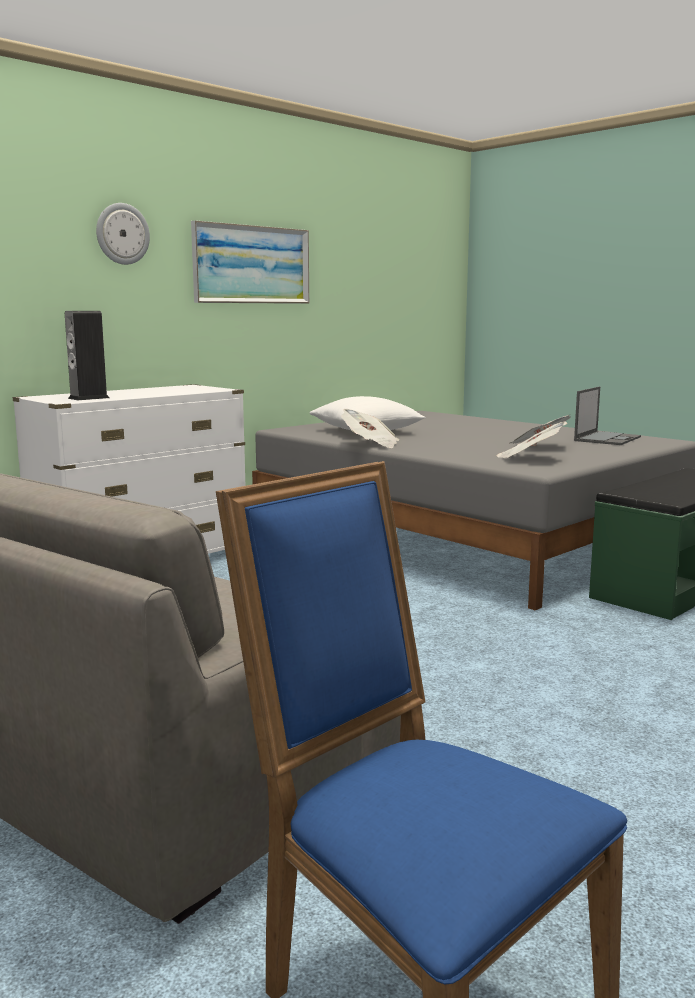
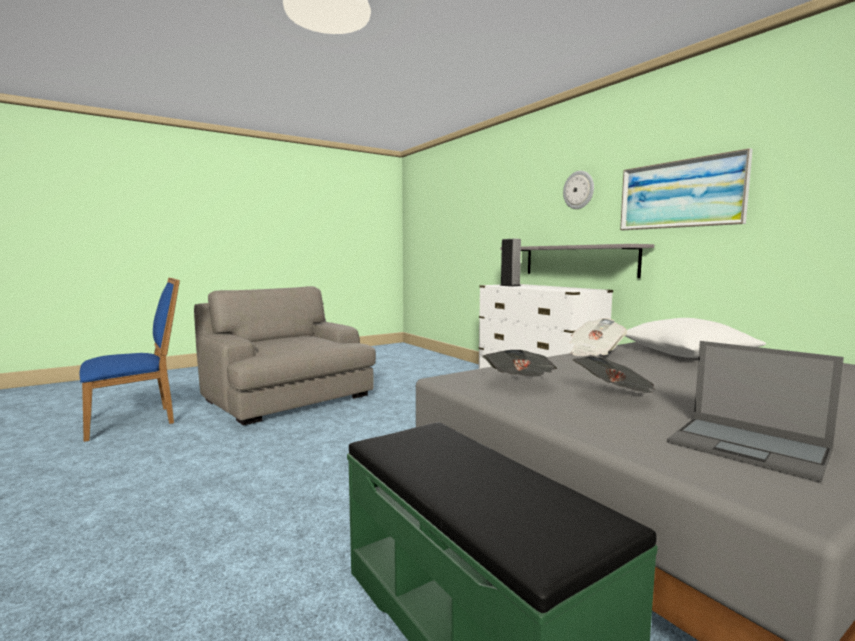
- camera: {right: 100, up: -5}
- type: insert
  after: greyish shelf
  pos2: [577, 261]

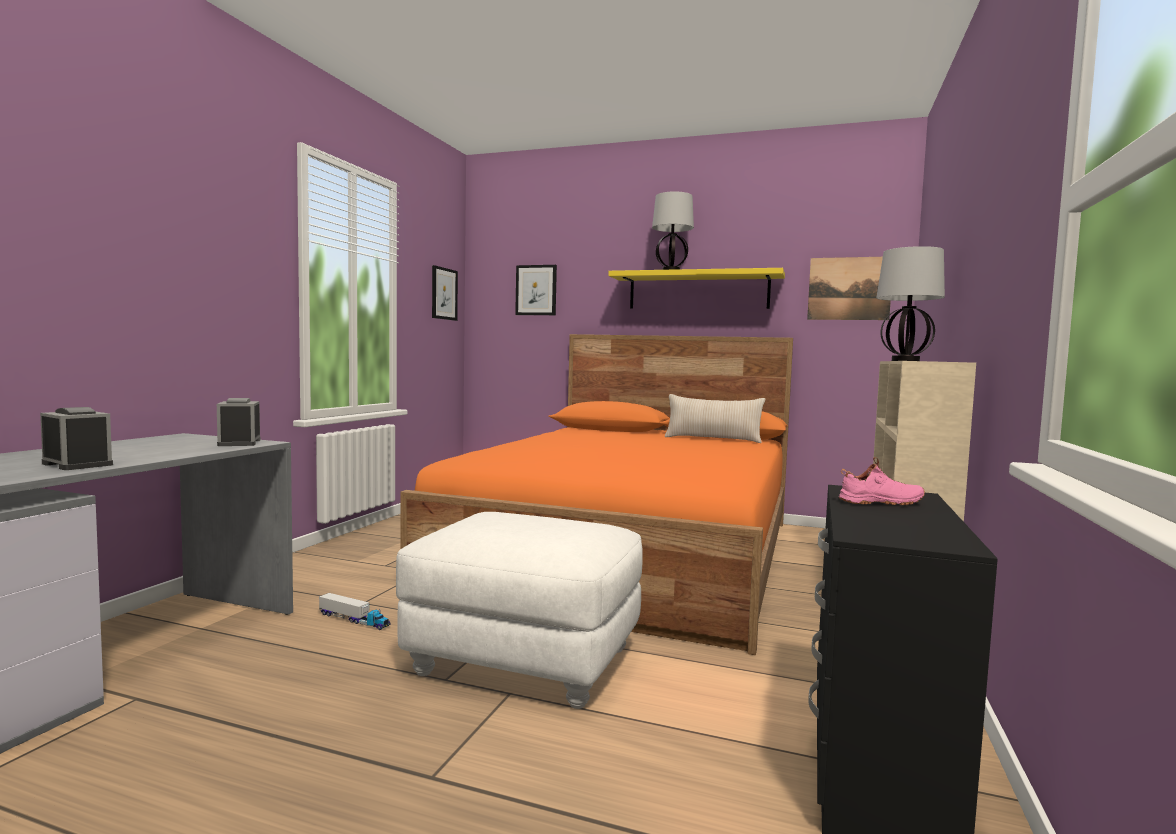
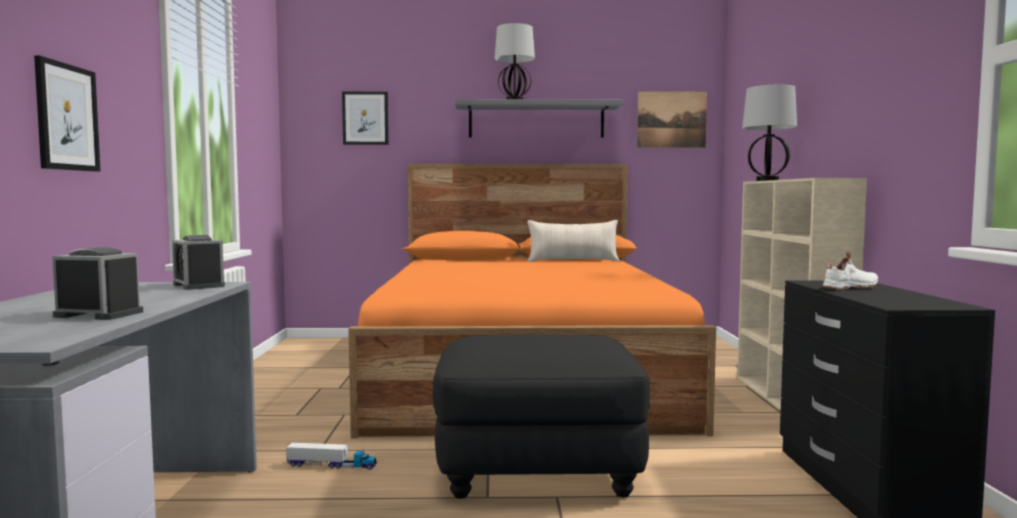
- camera: {right: -20, up: 0}
- type: move
  before: wall art
  pos1: [445, 293]
  pos2: [67, 114]
- type: recolor
  before: white-coloured pouffe
  after: black pouffe
  pos1: [519, 610]
  pos2: [541, 417]
- type: recolor
  before: yellow shelf
  after: greyish shelf
  pos1: [696, 288]
  pos2: [538, 118]
- type: recolor
  before: pink shoe
  after: white-coloured shoe
  pos1: [882, 481]
  pos2: [850, 271]

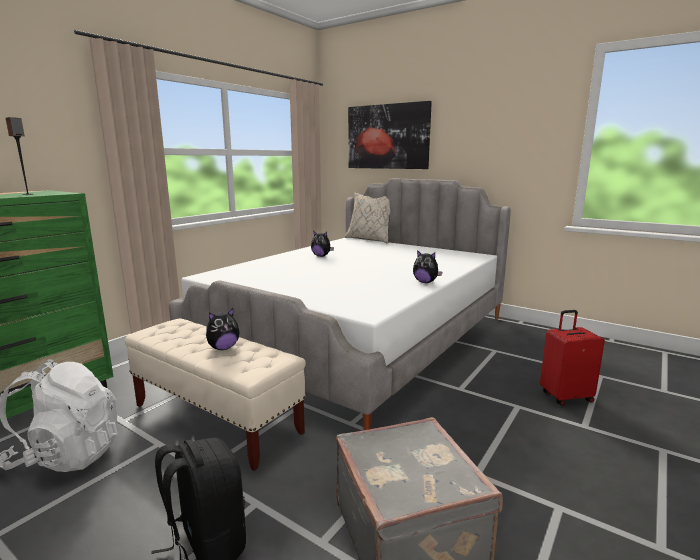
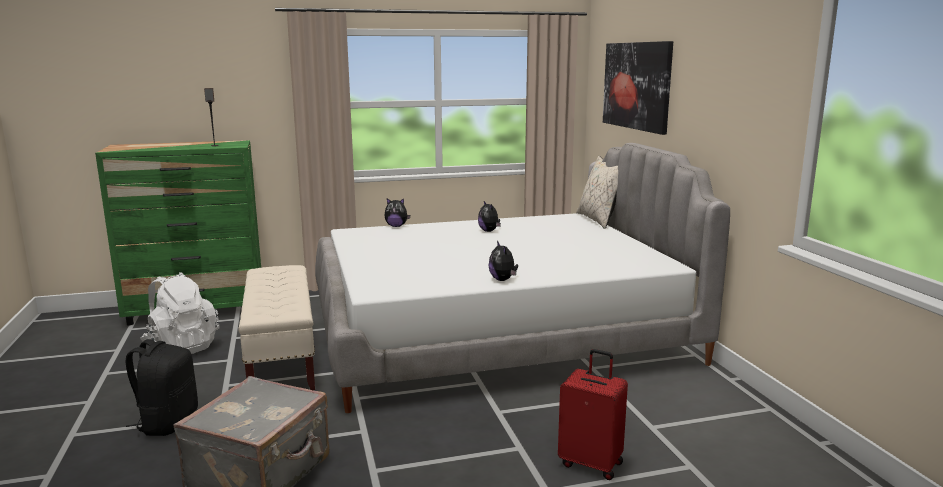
- camera: {right: 40, up: 0}
- type: move
  before: cuddly toy
  pos1: [223, 329]
  pos2: [397, 212]

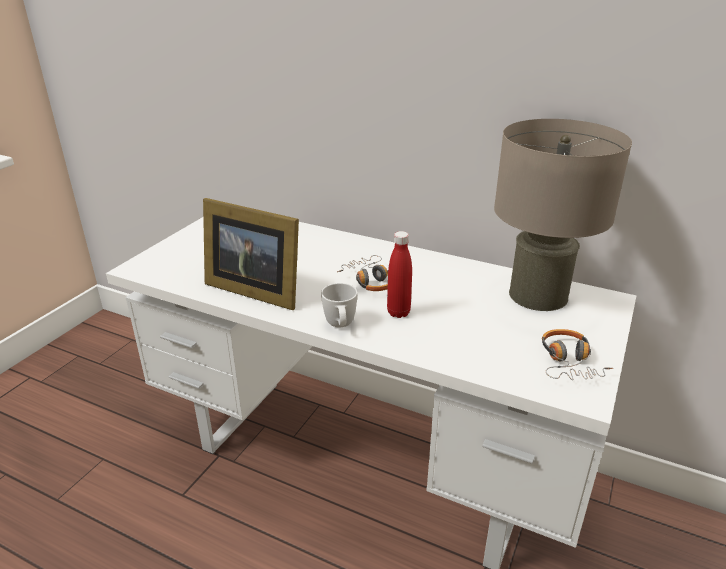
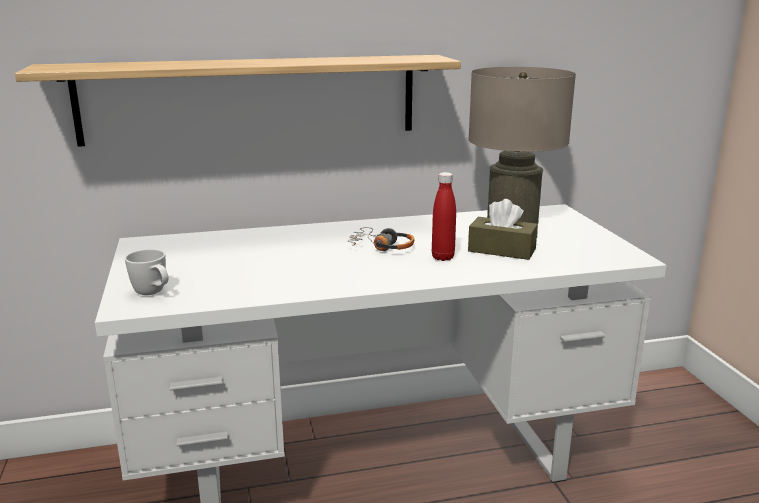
- camera: {right: -40, up: -10}
- type: insert
  after: shelf
  pos2: [238, 101]
- type: move
  before: white-coloured mug
  pos1: [339, 305]
  pos2: [146, 272]
- type: insert
  after: brownish tissue box
  pos2: [503, 229]
- type: delete
  before: picture frame
  pos1: [251, 254]
- type: delete
  before: headset
  pos1: [577, 354]

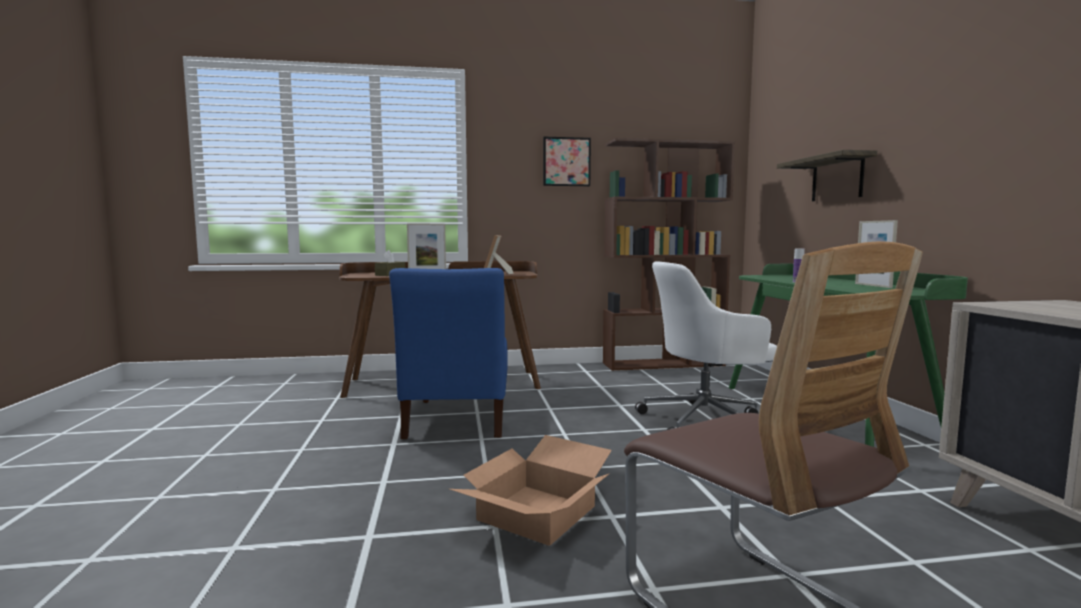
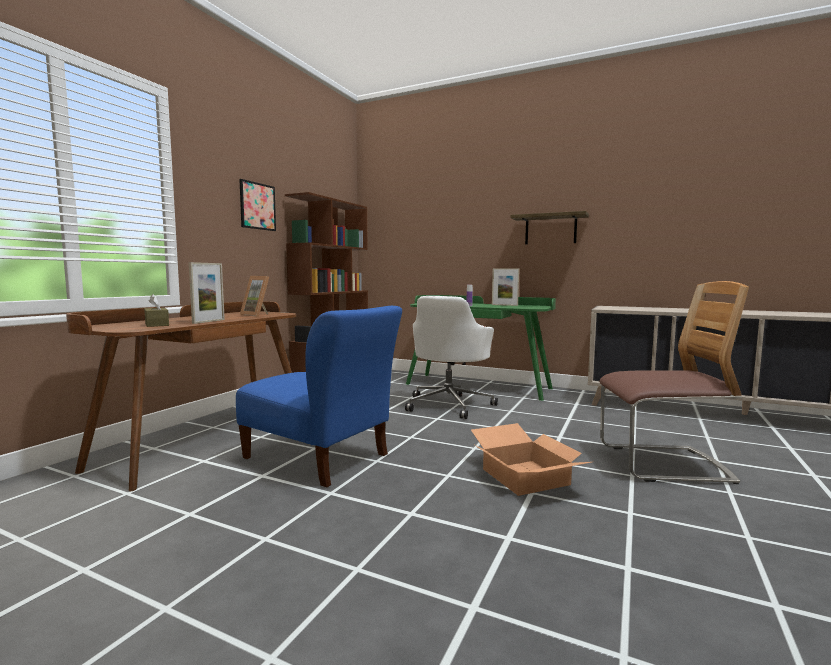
- camera: {right: -55, up: 0}
- type: move
  before: shelf
  pos1: [827, 175]
  pos2: [549, 227]

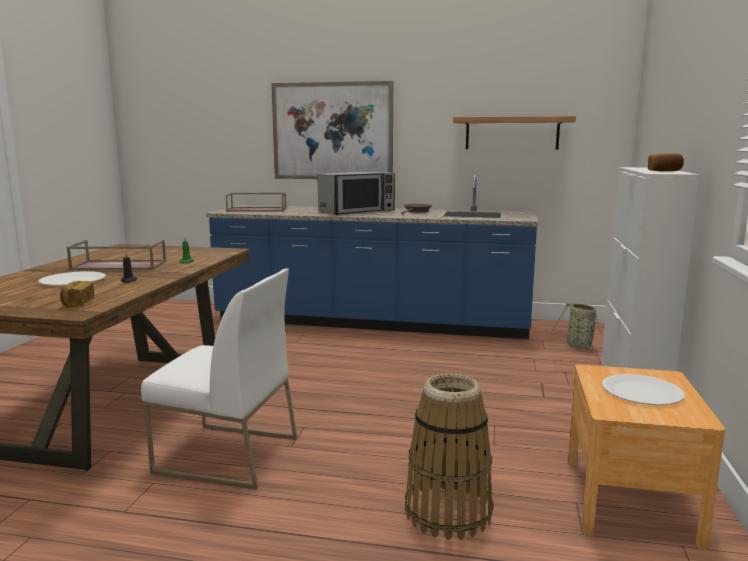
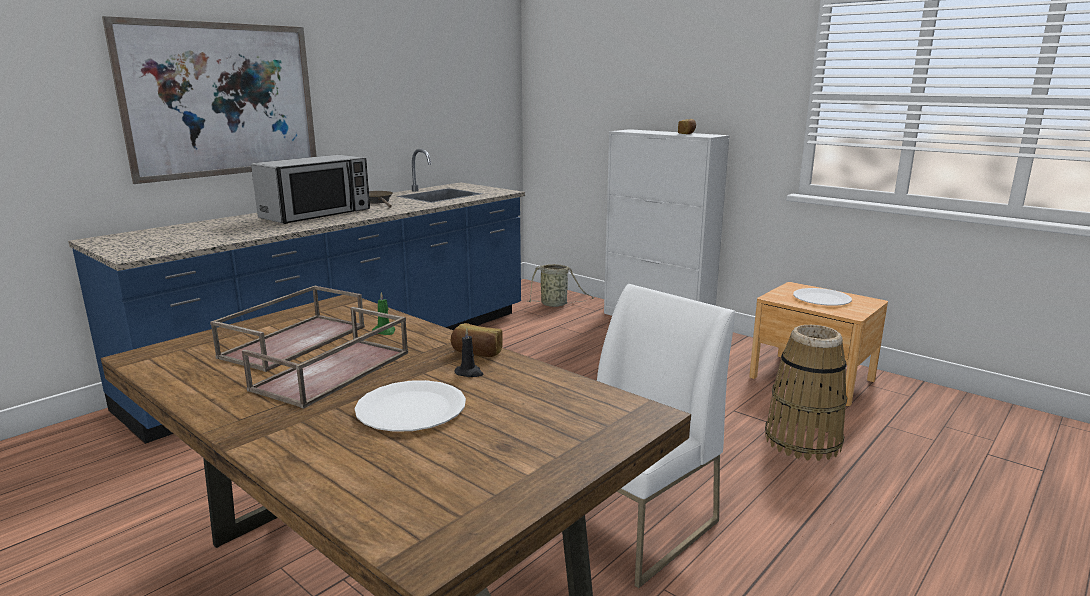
- camera: {right: -60, up: 5}
- type: move
  before: brownish tray
  pos1: [256, 202]
  pos2: [287, 329]
- type: rotate
  before: microwave oven
  pos1: [356, 193]
  pos2: [310, 189]
  turn: 45
- type: move
  before: bread
  pos1: [77, 294]
  pos2: [477, 340]
- type: delete
  before: shelf
  pos1: [514, 133]

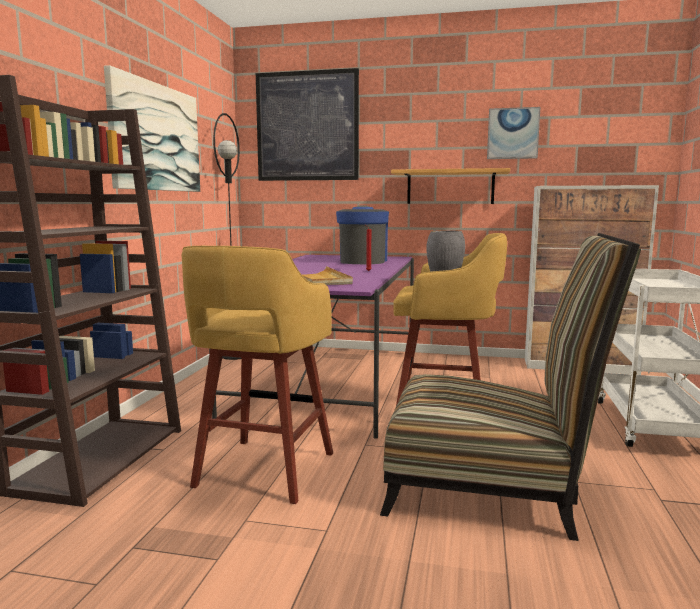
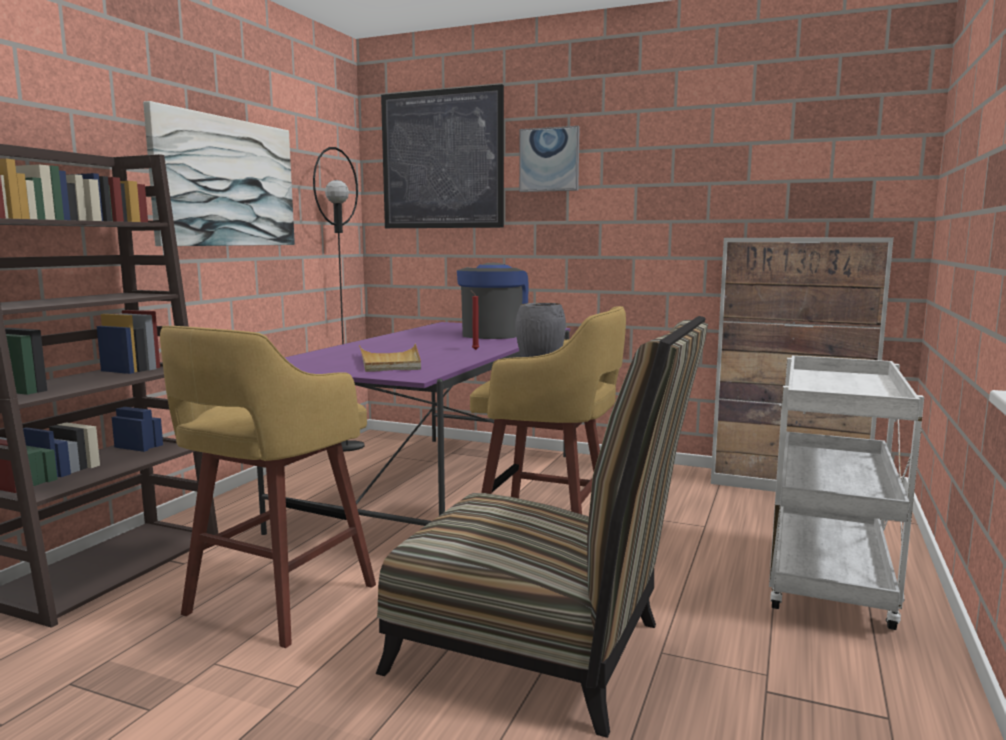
- camera: {right: 10, up: 0}
- type: move
  before: wall art
  pos1: [514, 133]
  pos2: [549, 159]
- type: delete
  before: shelf
  pos1: [450, 186]

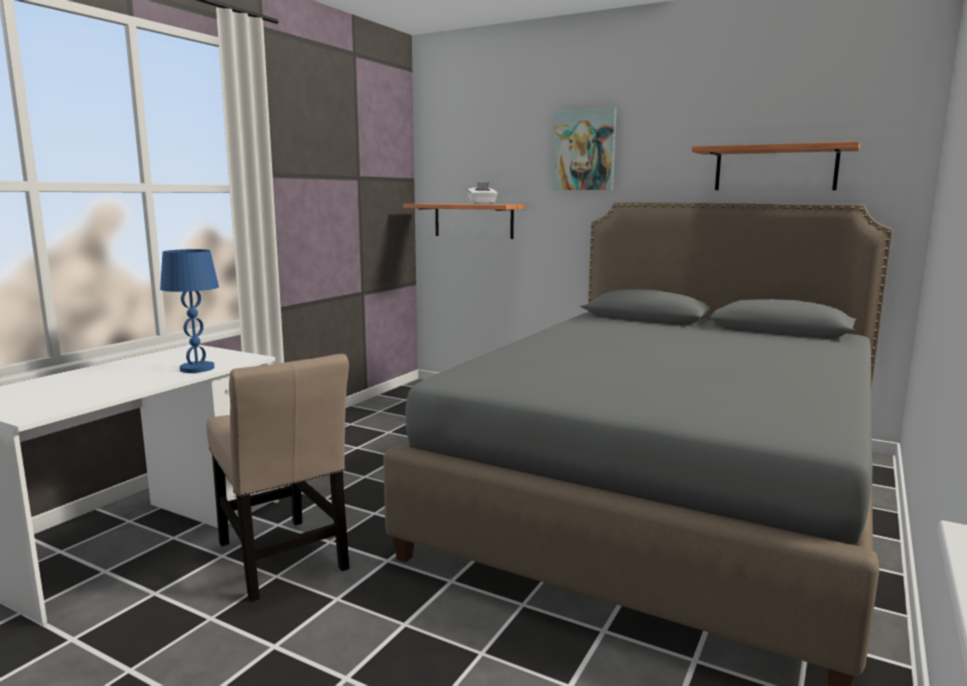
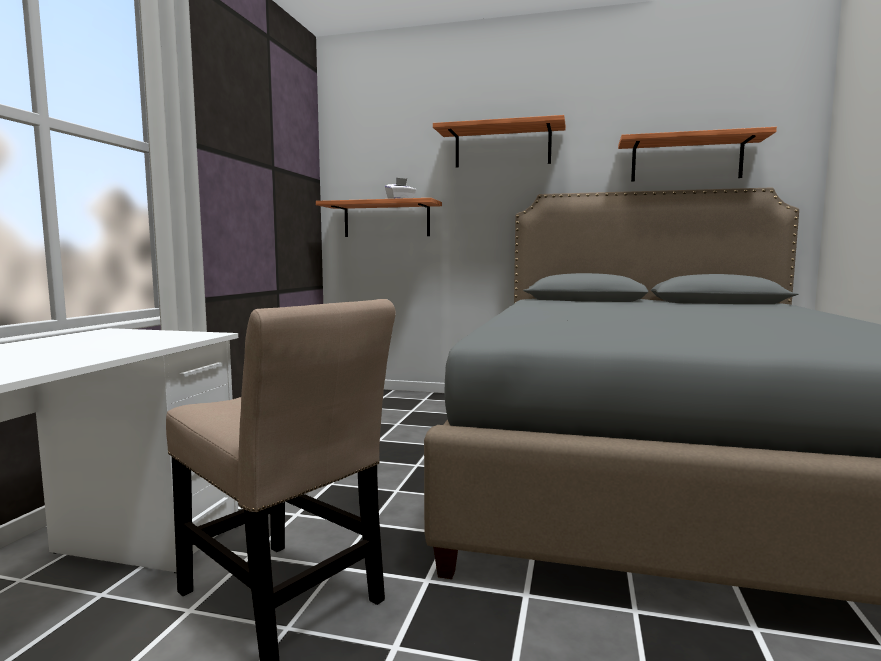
- camera: {right: -15, up: -5}
- type: replace
  before: wall art
  after: shelf
  pos1: [585, 148]
  pos2: [499, 141]
- type: delete
  before: blue lamp for a table
  pos1: [189, 311]

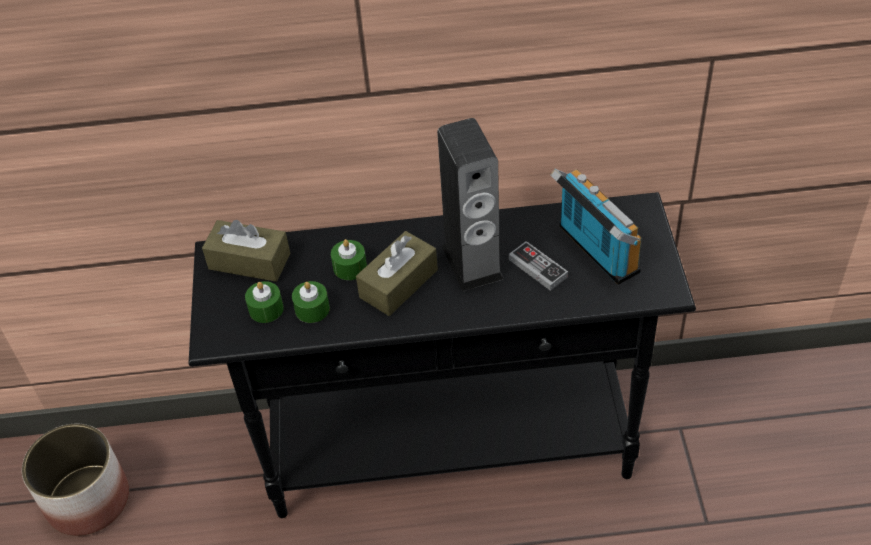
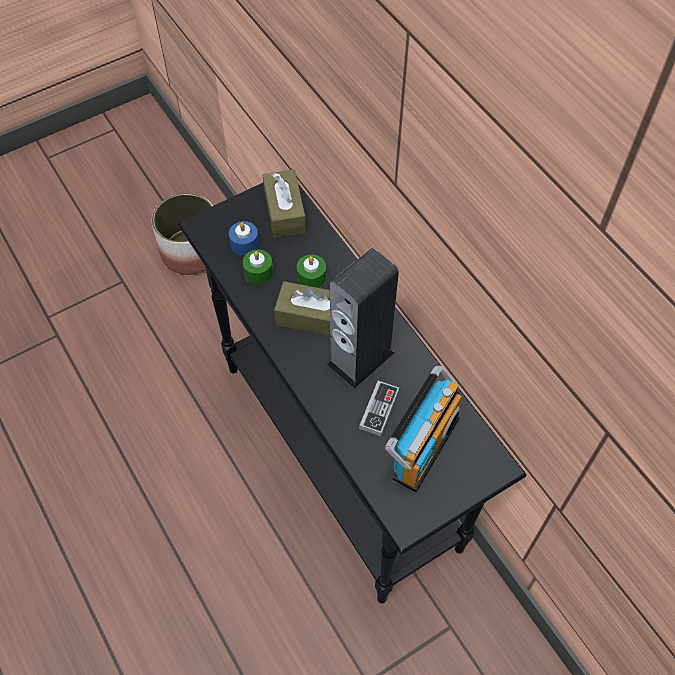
- camera: {right: 60, up: 10}
- type: recolor
  before: green wax light
  after: blue wax light
  pos1: [264, 302]
  pos2: [244, 238]

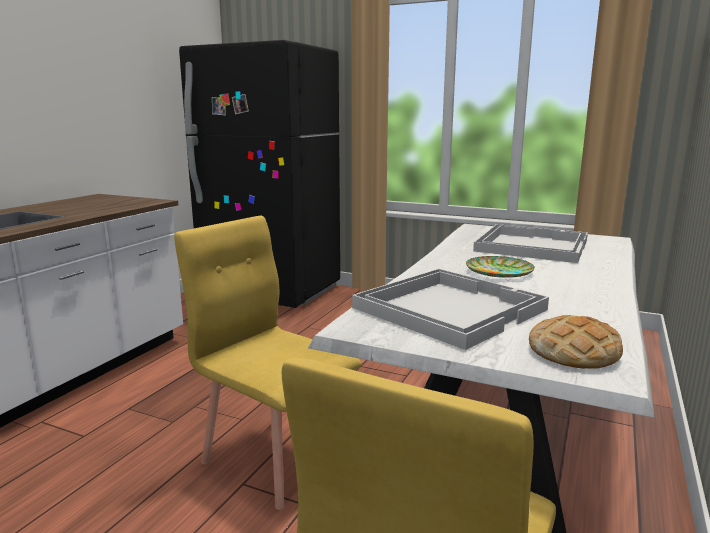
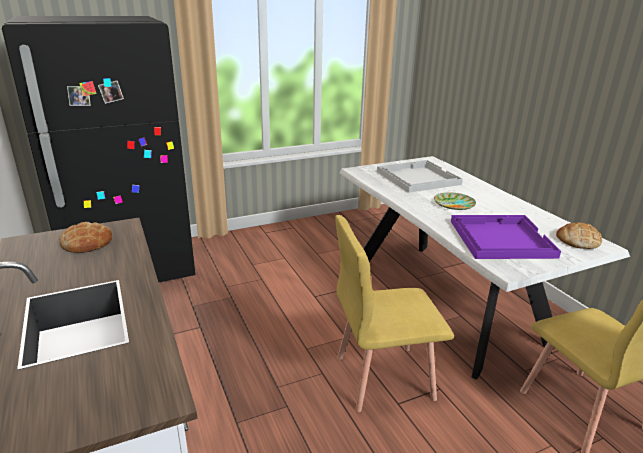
- camera: {right: -50, up: 10}
- type: insert
  after: bread
  pos2: [85, 237]
- type: recolor
  before: white-coloured tray
  after: purple tray
  pos1: [450, 309]
  pos2: [506, 237]

